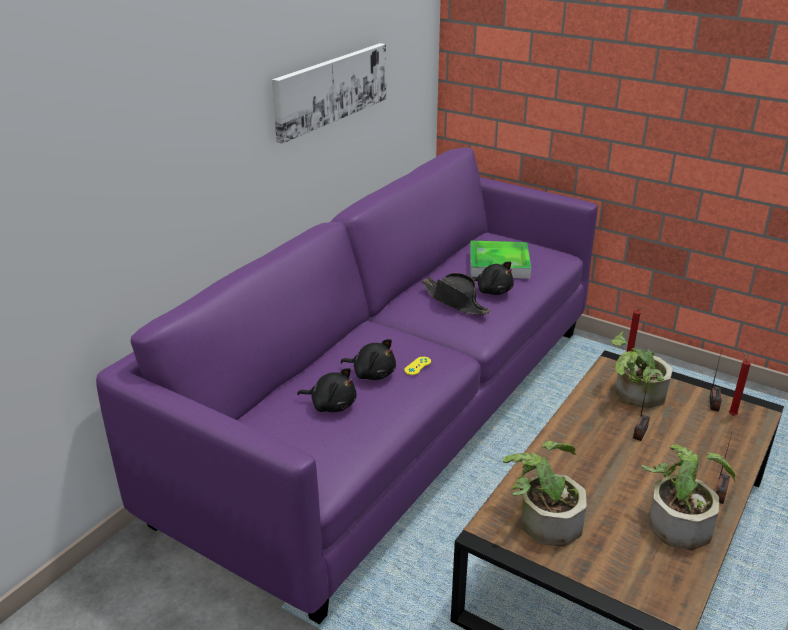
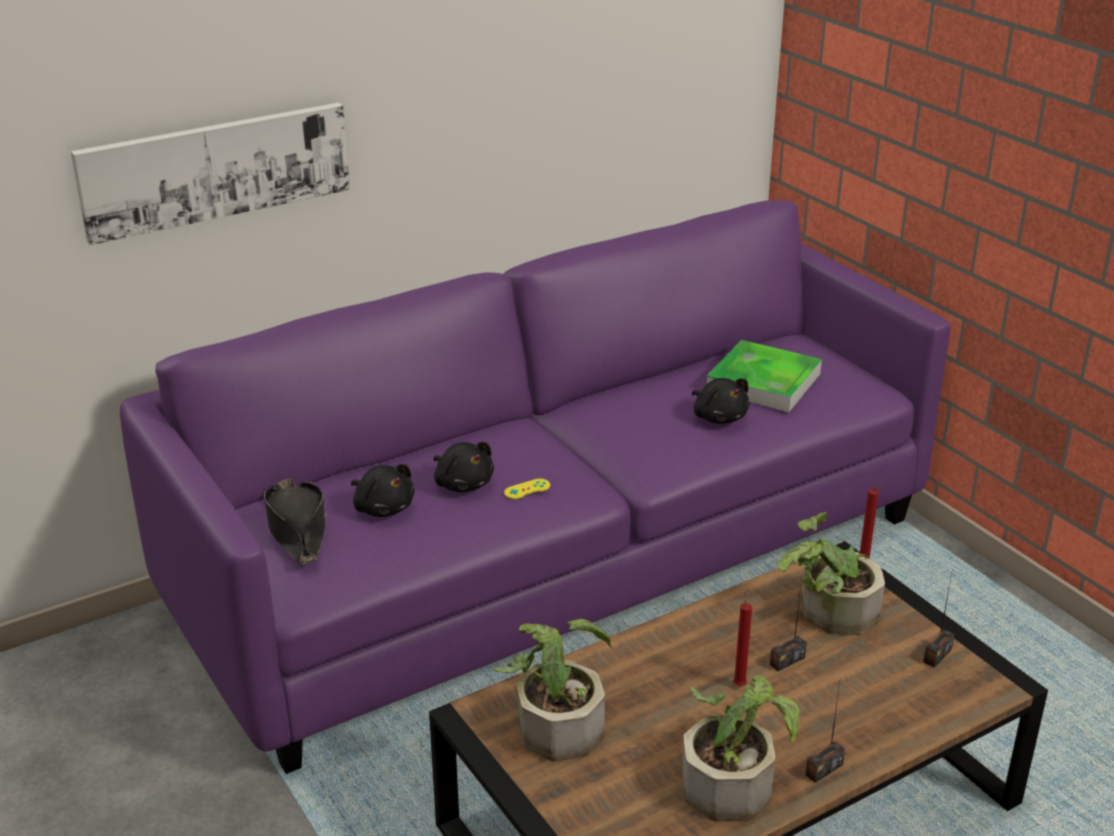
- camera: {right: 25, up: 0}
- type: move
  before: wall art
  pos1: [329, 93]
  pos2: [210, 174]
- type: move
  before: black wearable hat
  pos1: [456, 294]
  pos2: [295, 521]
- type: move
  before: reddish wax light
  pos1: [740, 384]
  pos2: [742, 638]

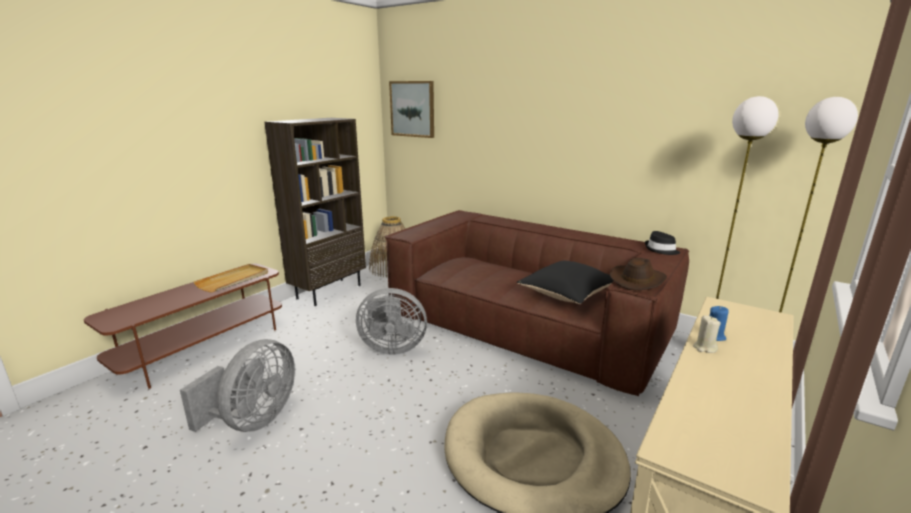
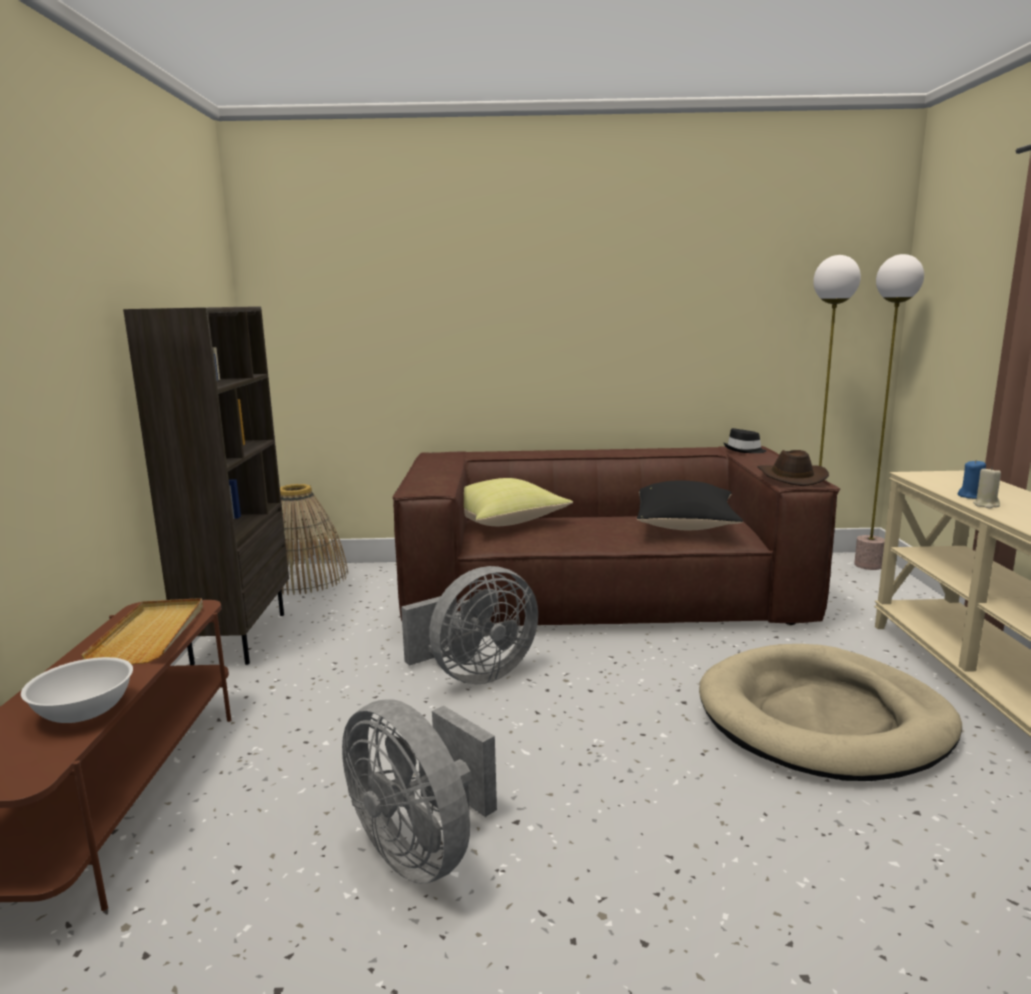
- camera: {right: -35, up: -5}
- type: insert
  after: white-coloured bowl
  pos2: [77, 690]
- type: rotate
  before: greyish cooling fan
  pos1: [237, 385]
  pos2: [419, 791]
  turn: 150
- type: insert
  after: yellow cushion
  pos2: [518, 502]
- type: delete
  before: wall art
  pos1: [411, 109]

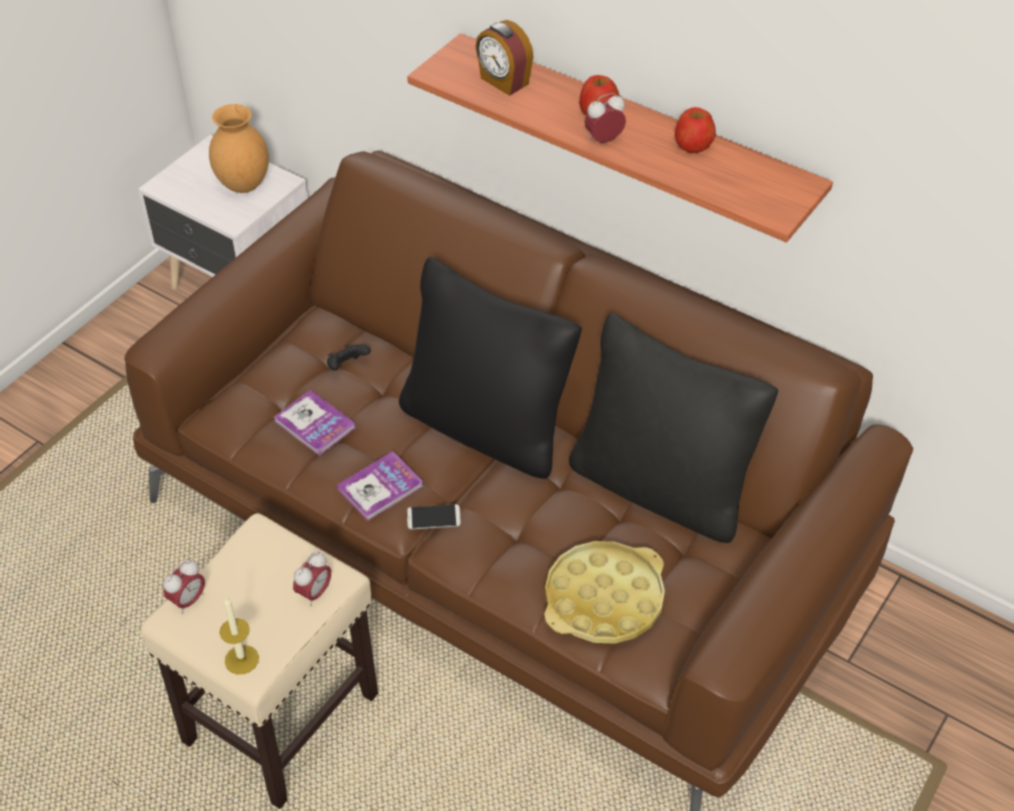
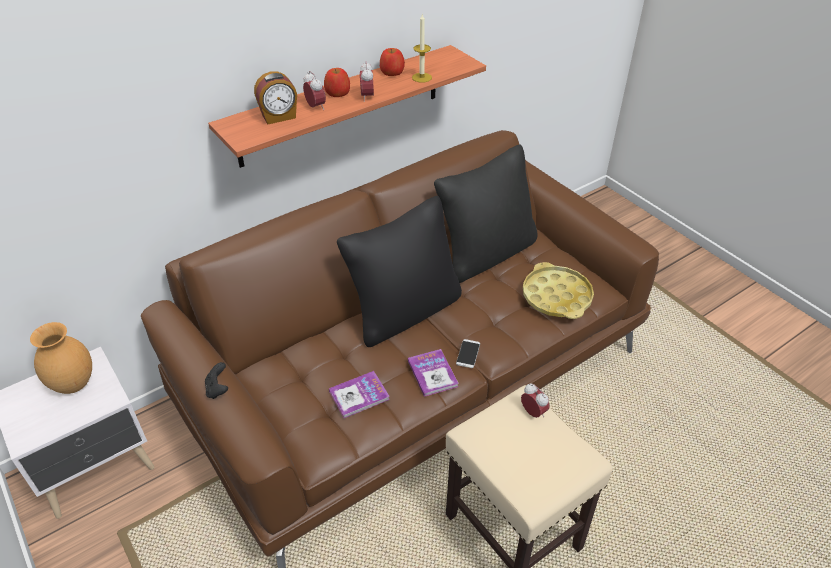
- camera: {right: -70, up: -5}
- type: move
  before: black game controller
  pos1: [348, 357]
  pos2: [216, 380]
- type: move
  before: bedside clock
  pos1: [184, 587]
  pos2: [314, 90]
- type: move
  before: wax light
  pos1: [239, 635]
  pos2: [422, 48]

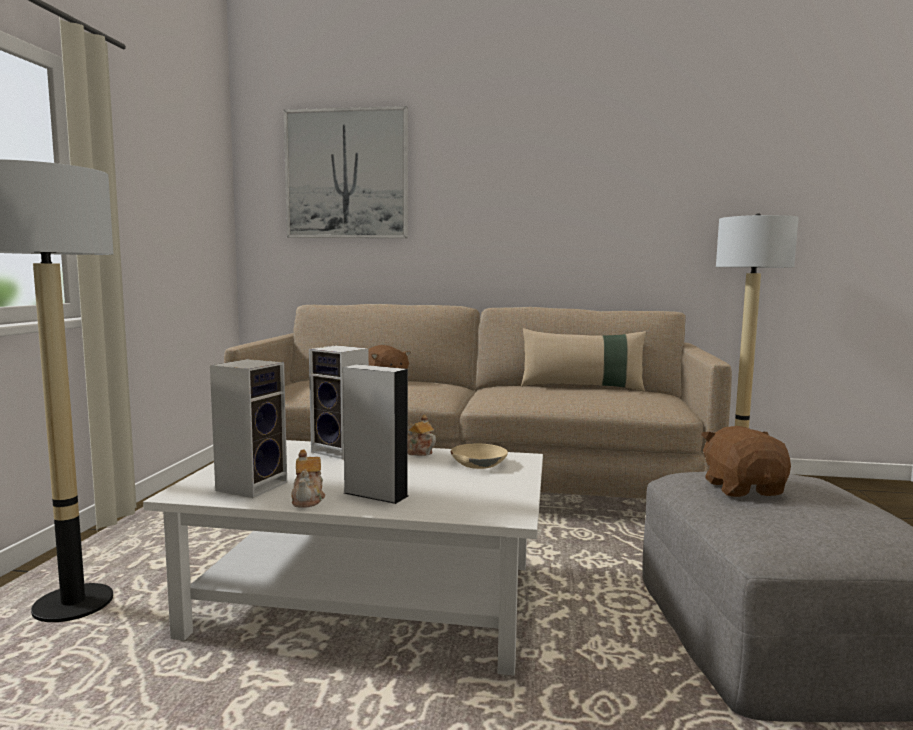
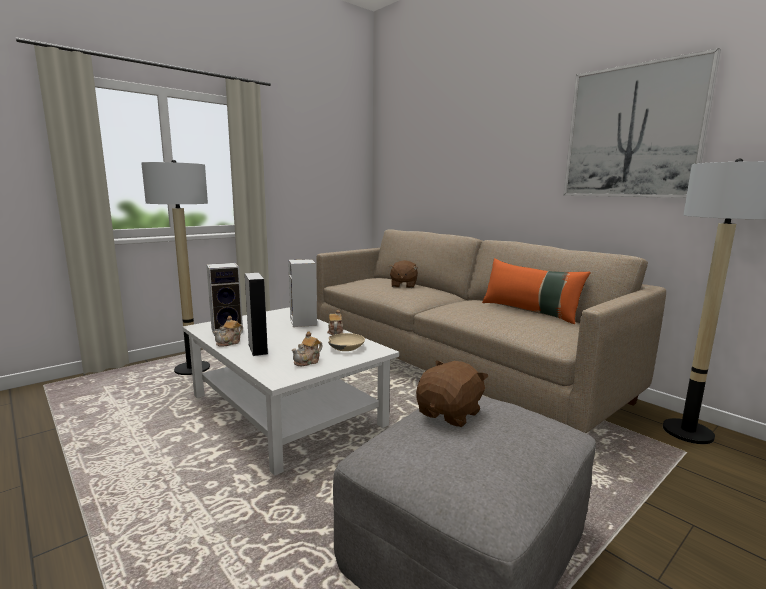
- camera: {right: 40, up: 5}
- type: insert
  after: pot for tea
  pos2: [307, 349]
- type: recolor
  before: beige-coloured cushion
  after: orangey cushion
  pos1: [583, 359]
  pos2: [536, 291]
- type: move
  before: wall art
  pos1: [346, 172]
  pos2: [642, 123]

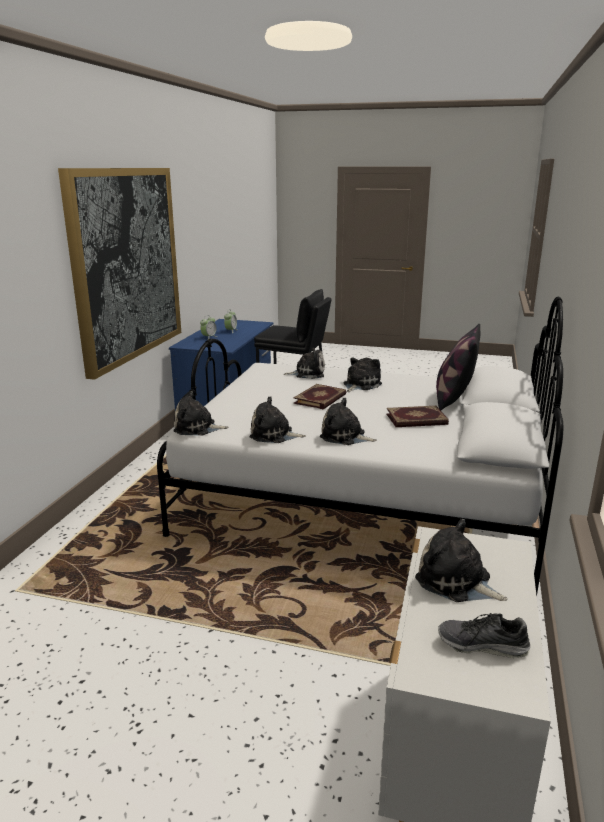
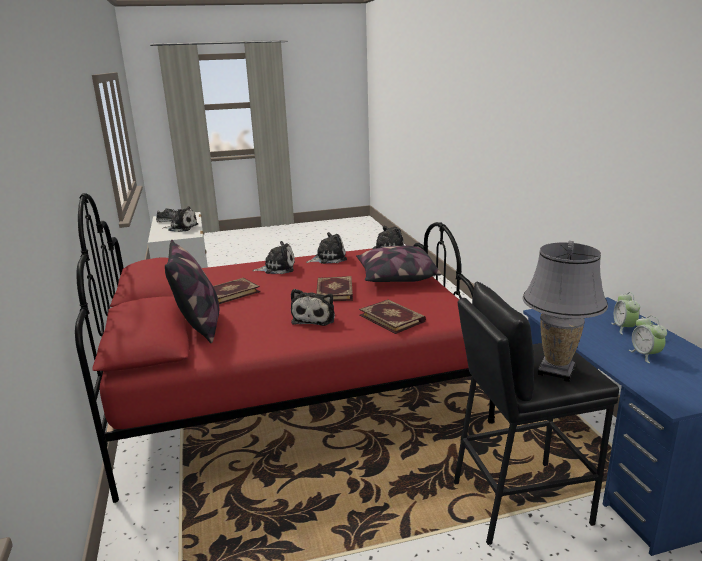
- camera: {right: 150, up: 0}
- type: recolor
  before: white-coloured sleeping bed
  after: reddish sleeping bed
  pos1: [360, 446]
  pos2: [285, 348]
- type: insert
  after: cushion
  pos2: [398, 264]
- type: replace
  before: cuddly toy
  after: bound book
  pos1: [304, 363]
  pos2: [392, 316]
- type: insert
  after: greyish lamp for a table
  pos2: [565, 311]
- type: delete
  before: wall art
  pos1: [119, 274]

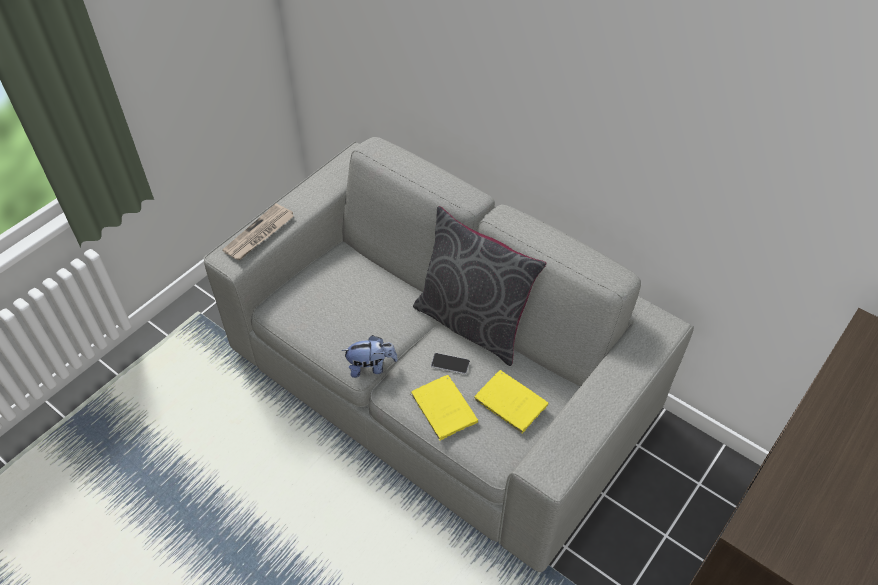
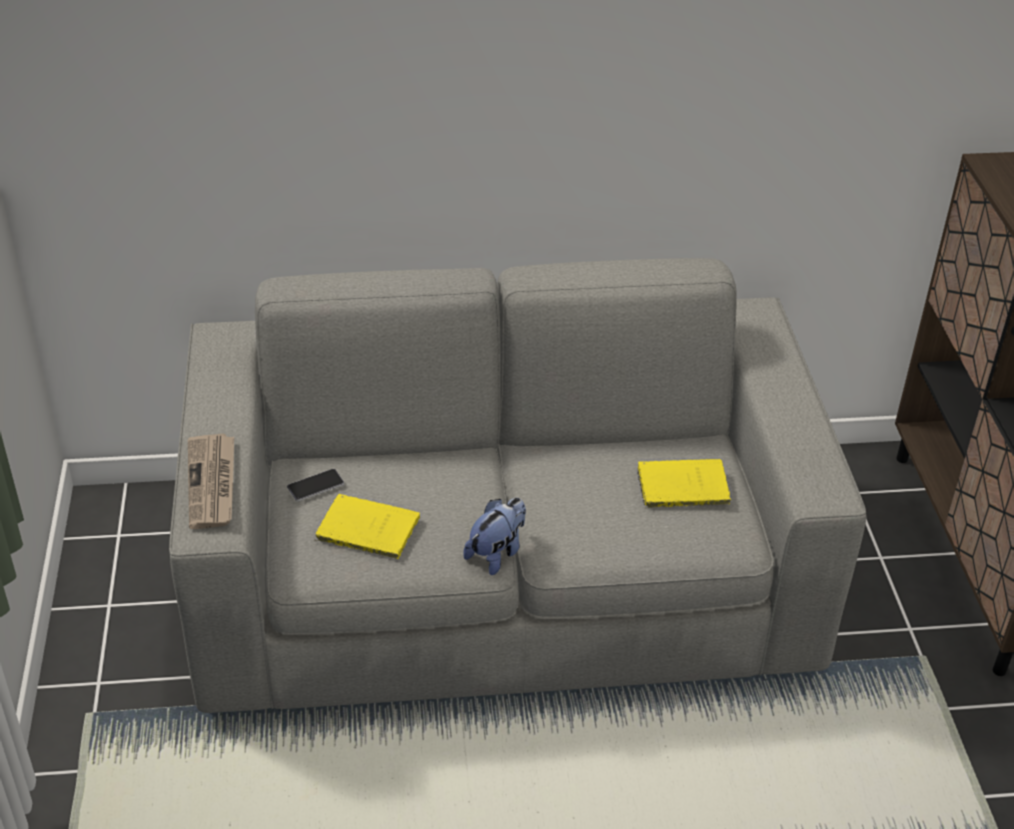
- camera: {right: -45, up: -10}
- type: move
  before: telephone
  pos1: [450, 363]
  pos2: [315, 485]
- type: move
  before: yellow bound book
  pos1: [444, 408]
  pos2: [367, 526]
- type: delete
  before: greyish cushion
  pos1: [479, 286]

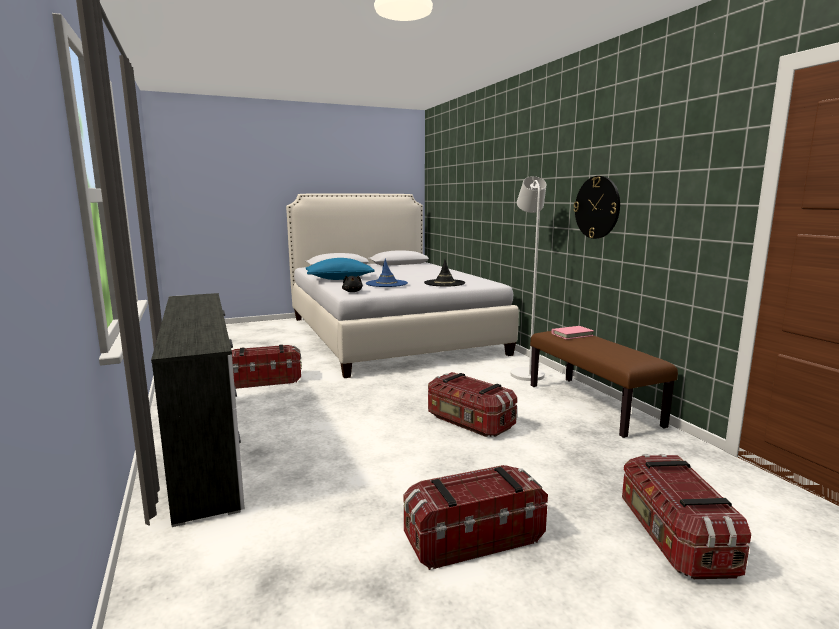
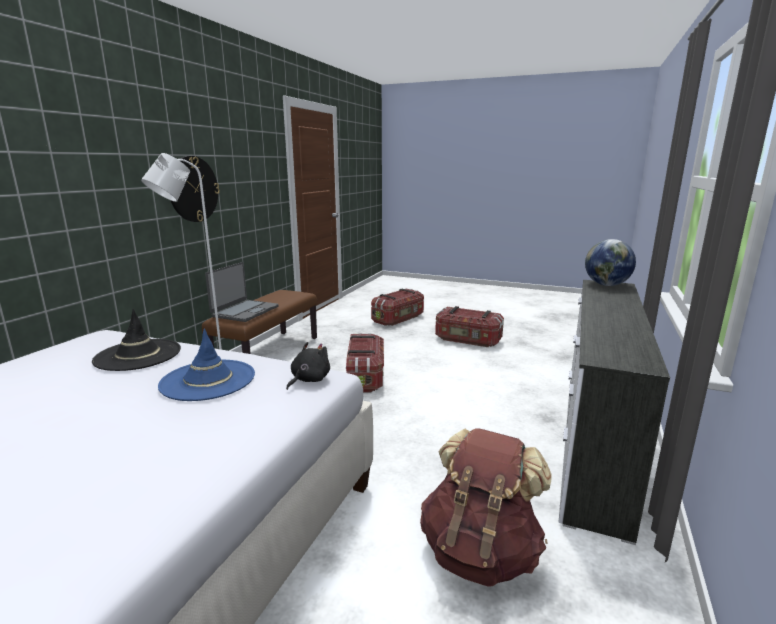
- camera: {right: -135, up: 5}
- type: replace
  before: pink bound book
  after: portable computer
  pos1: [572, 332]
  pos2: [242, 292]
- type: replace
  before: storage bin
  after: brownish rucksack
  pos1: [267, 366]
  pos2: [486, 507]
- type: insert
  after: desk globe
  pos2: [610, 262]
- type: delete
  before: blue cushion
  pos1: [340, 269]

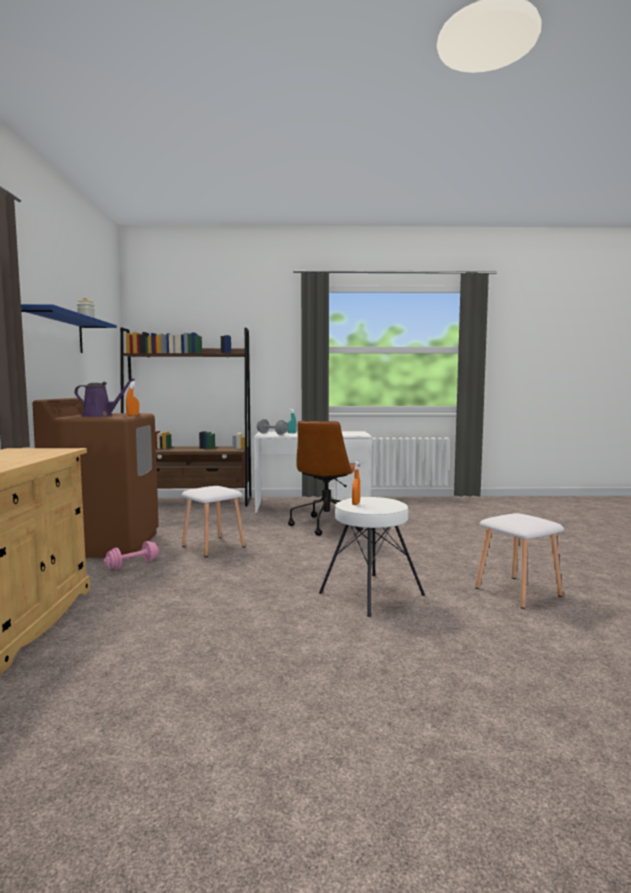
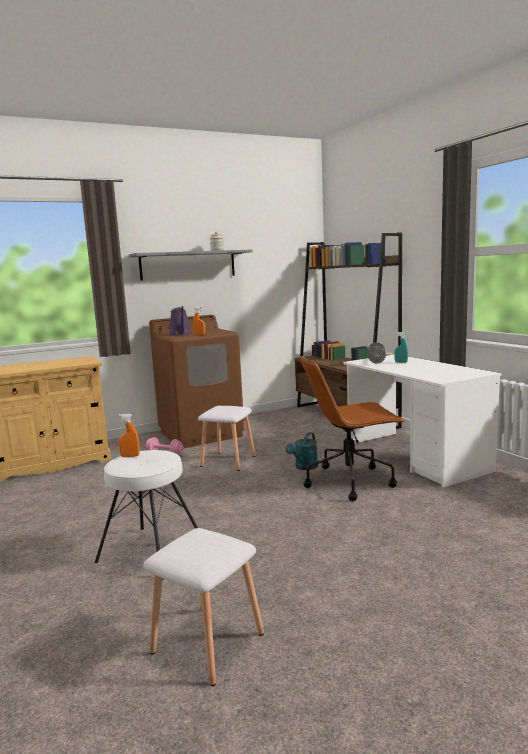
- camera: {right: 65, up: 5}
- type: recolor
  before: blue shelf
  after: greyish shelf
  pos1: [69, 328]
  pos2: [190, 265]
- type: insert
  after: blue-green watering can
  pos2: [301, 451]

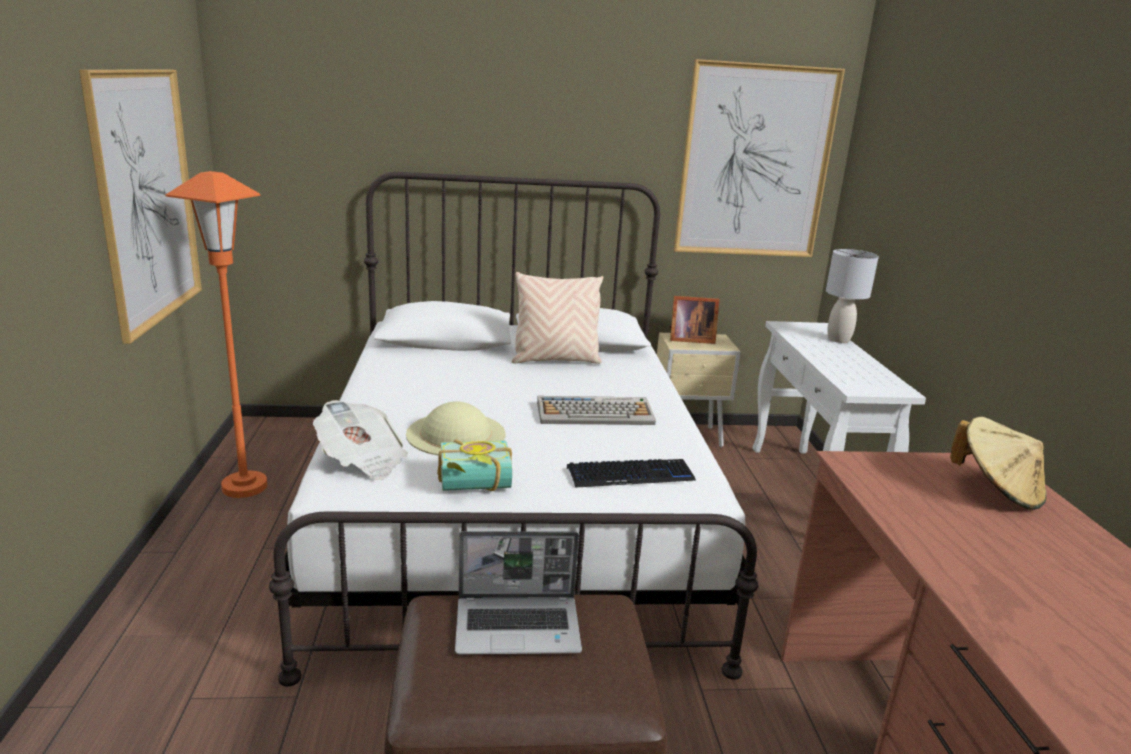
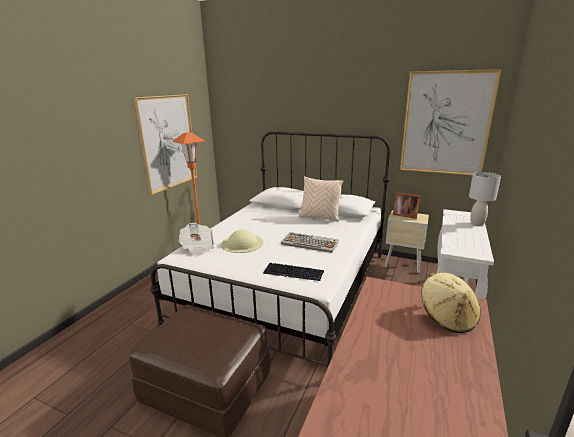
- camera: {right: 30, up: 0}
- type: delete
  before: bound book
  pos1: [474, 465]
- type: delete
  before: portable computer
  pos1: [518, 593]

